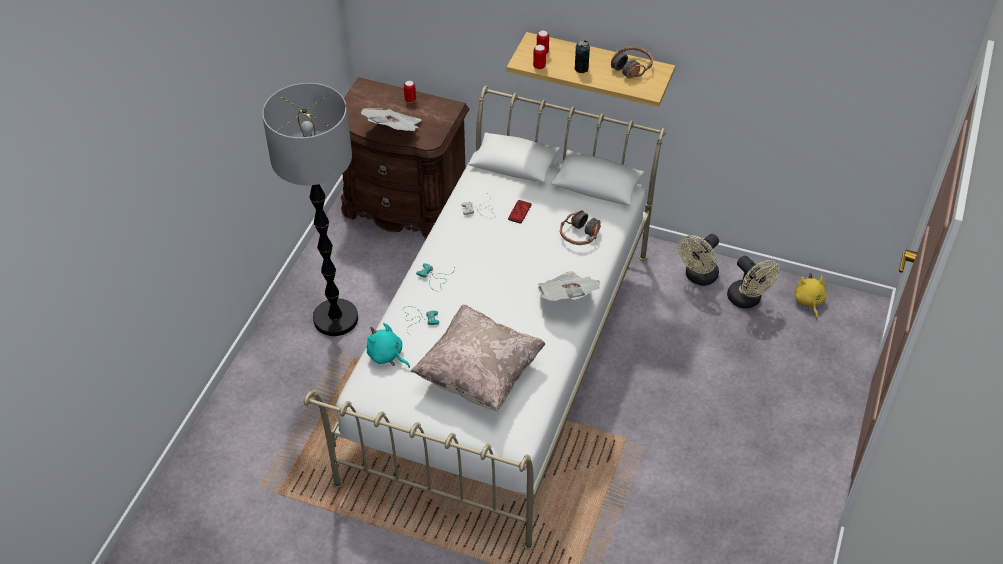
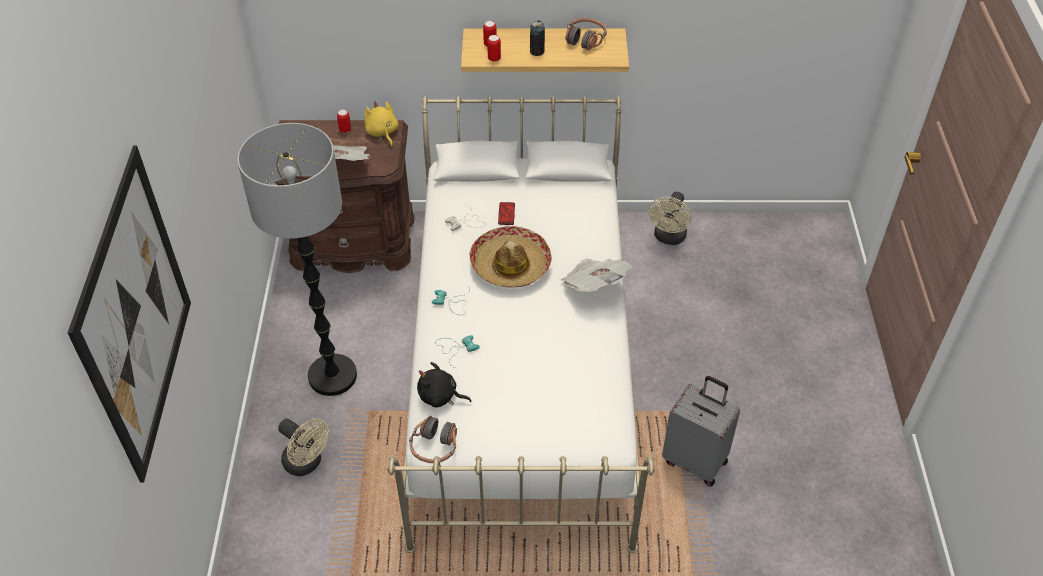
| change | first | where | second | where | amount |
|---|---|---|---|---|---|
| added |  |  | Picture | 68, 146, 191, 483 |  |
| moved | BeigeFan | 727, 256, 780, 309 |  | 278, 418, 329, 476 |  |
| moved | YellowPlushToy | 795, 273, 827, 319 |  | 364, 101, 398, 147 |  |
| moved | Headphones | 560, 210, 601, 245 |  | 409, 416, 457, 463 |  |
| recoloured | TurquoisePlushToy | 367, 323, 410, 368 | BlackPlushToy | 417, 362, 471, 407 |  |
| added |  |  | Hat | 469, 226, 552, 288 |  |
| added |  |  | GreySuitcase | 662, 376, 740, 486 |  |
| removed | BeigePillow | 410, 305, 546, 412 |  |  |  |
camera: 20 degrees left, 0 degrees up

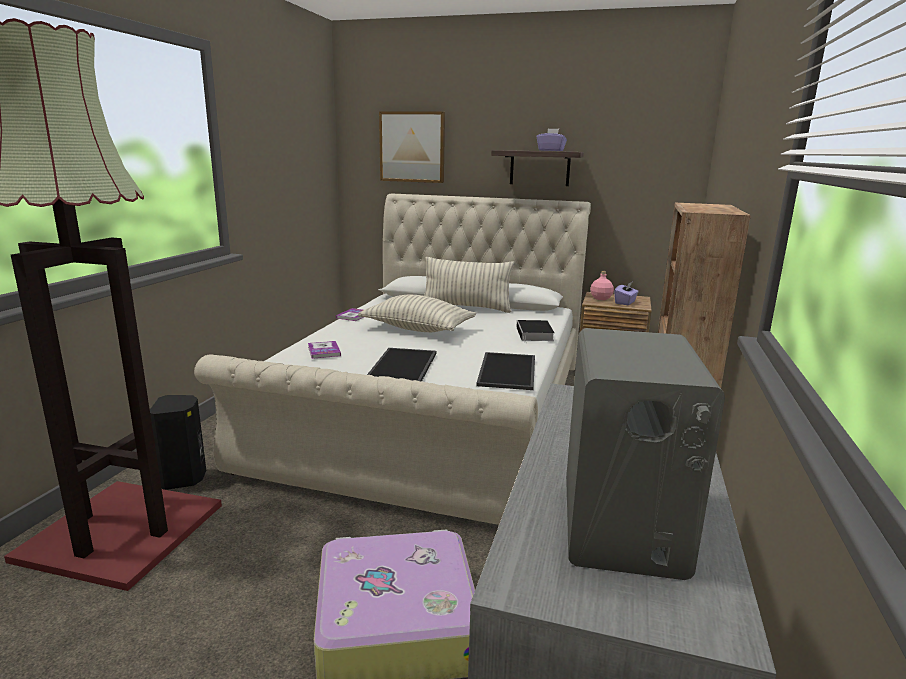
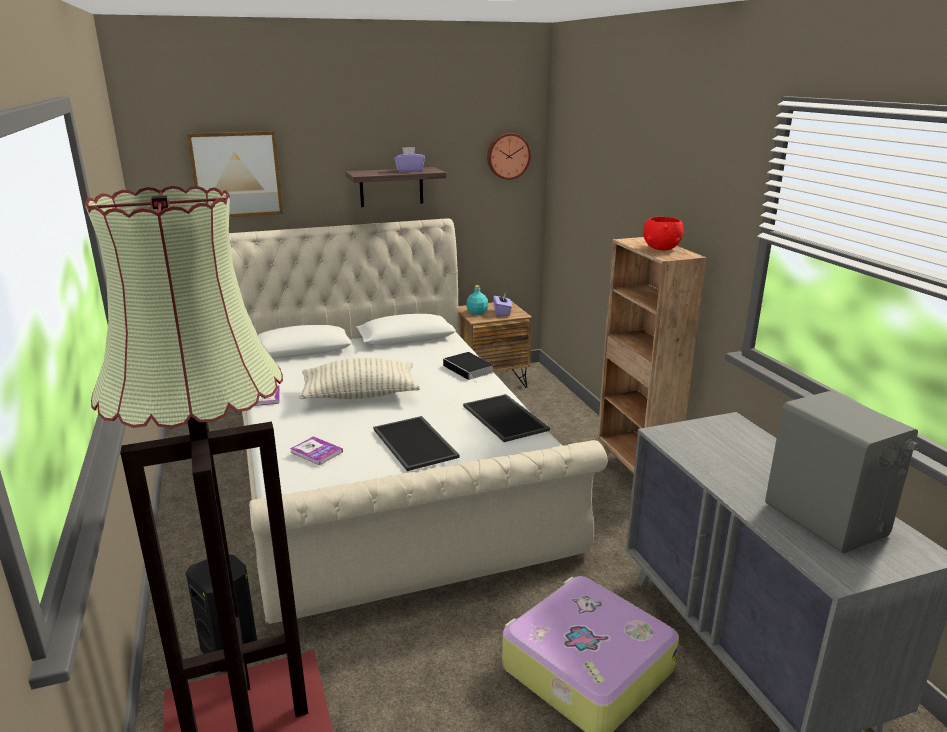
| change | first | where | second | where | amount |
|---|---|---|---|---|---|
| recoloured | PinkBottle | 590, 271, 614, 300 | TurquoiseBottle | 466, 285, 488, 315 |  |
| added |  |  | WallClock | 487, 133, 531, 180 |  |
| added |  |  | RedBowl | 643, 217, 684, 250 |  |
| removed | Pillow | 424, 257, 515, 313 |  |  |  |
camera: 35 degrees left, 5 degrees up

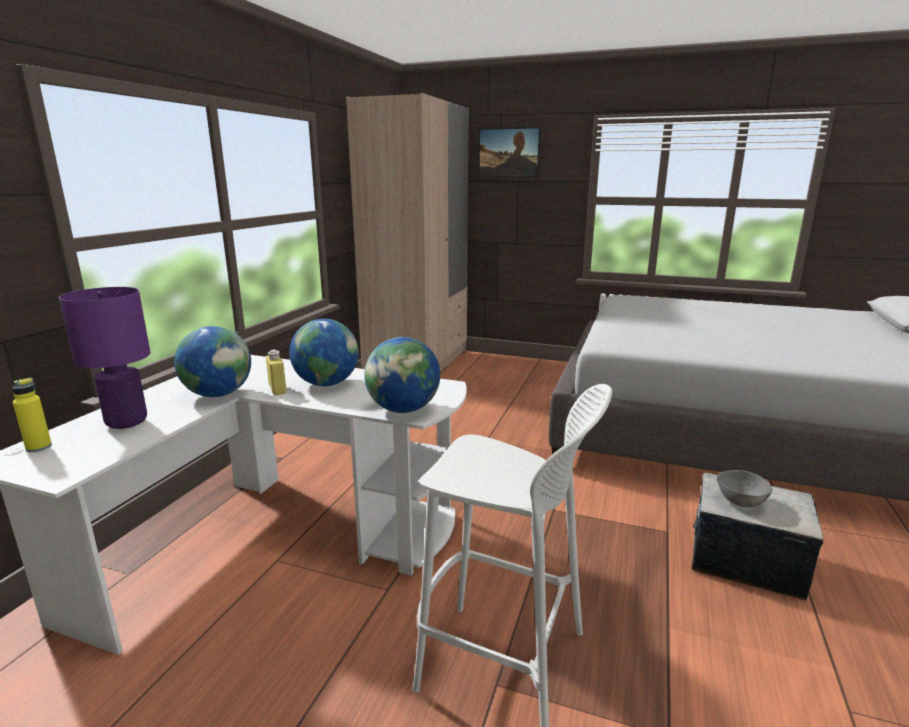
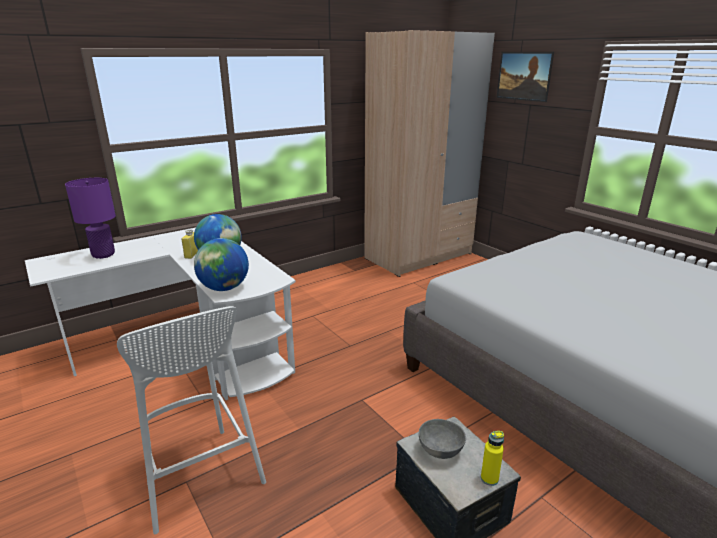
| change | first | where | second | where | amount |
|---|---|---|---|---|---|
| moved | YellowBottle | 13, 378, 52, 452 |  | 481, 431, 504, 486 |  |
| removed | Globe | 174, 326, 251, 397 |  |  |  |
camera: 35 degrees right, 5 degrees up

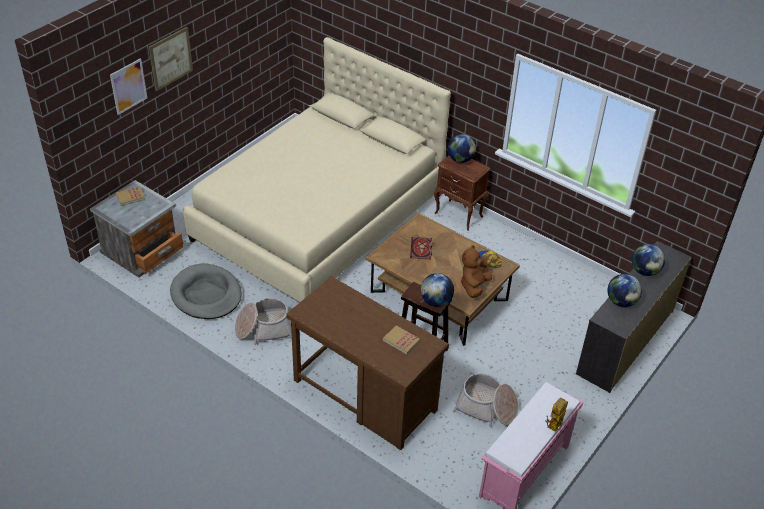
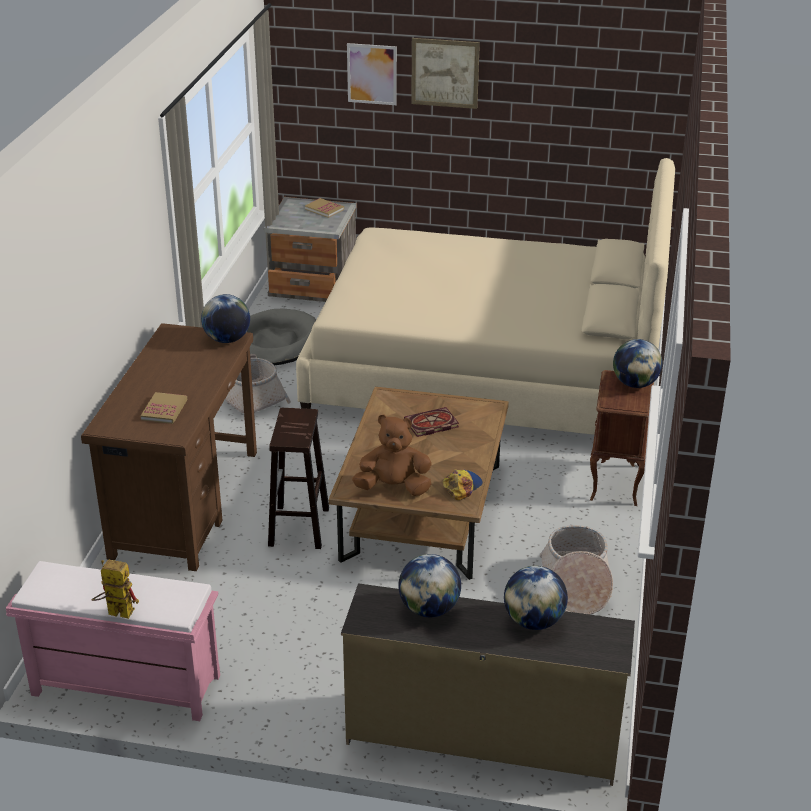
| change | first | where | second | where | amount |
|---|---|---|---|---|---|
| moved | Globe | 421, 273, 454, 307 |  | 201, 294, 250, 343 |  |
| moved | Basket | 453, 373, 519, 427 |  | 540, 525, 613, 615 |  |
camera: 65 degrees right, 10 degrees down

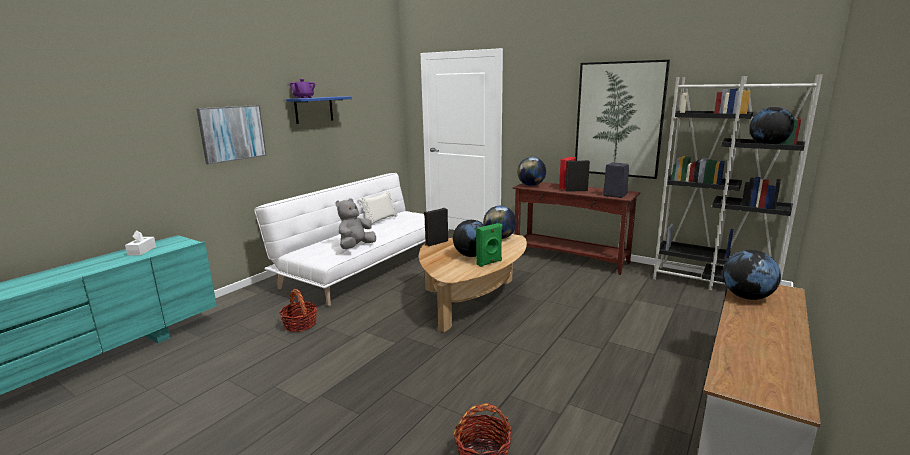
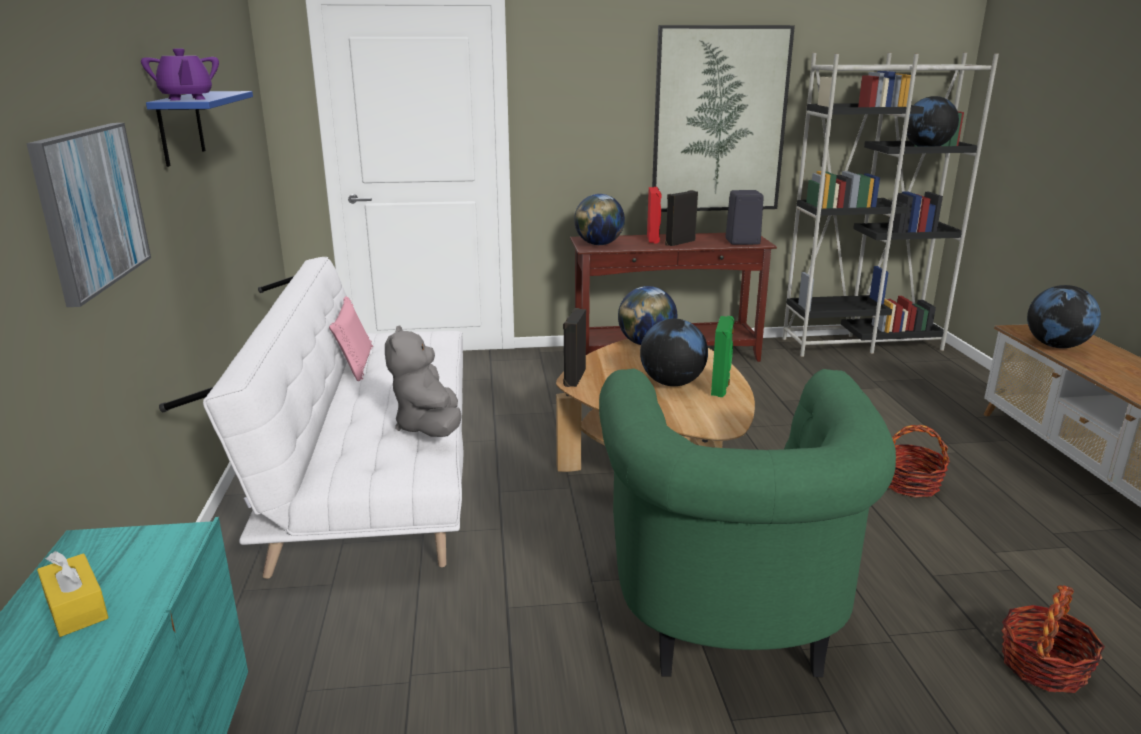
| change | first | where | second | where | amount |
|---|---|---|---|---|---|
| recoloured | WhiteTissueBox | 125, 230, 156, 256 | YellowTissueBox | 37, 551, 109, 637 |  |
| recoloured | WhitePillow | 359, 190, 397, 224 | PinkPillow | 329, 296, 373, 381 |  |
| added |  |  | GreenArmchair | 599, 369, 896, 677 |  |
| moved | Basket | 279, 289, 318, 332 |  | 889, 425, 950, 498 |  |
camera: 40 degrees left, 5 degrees up

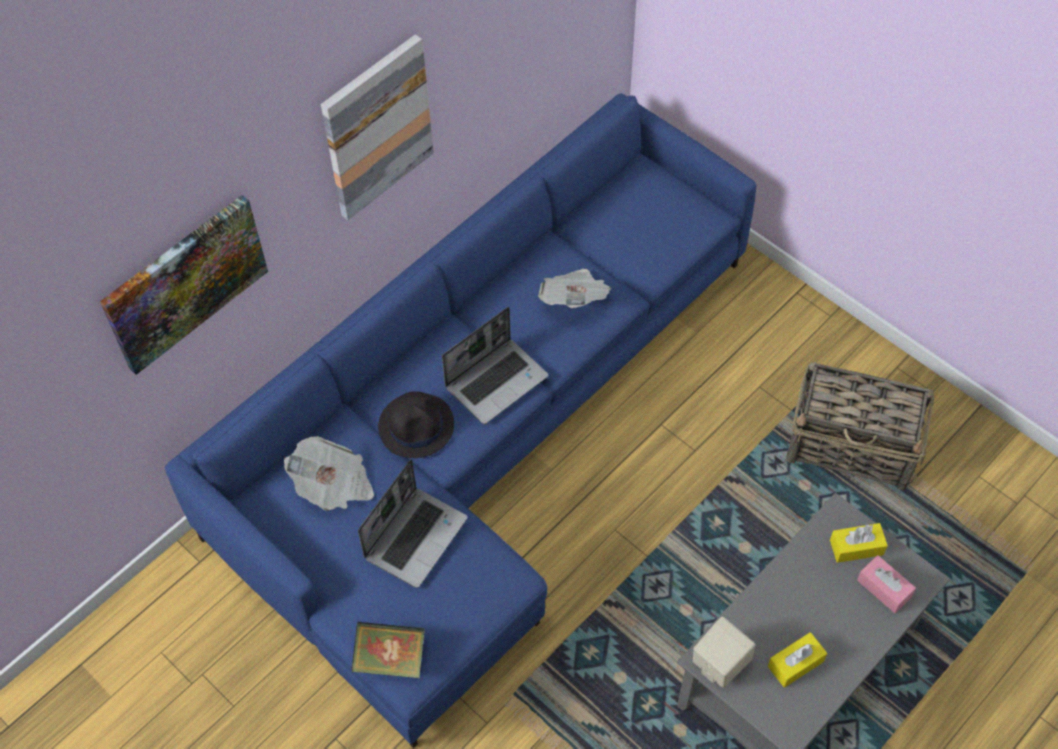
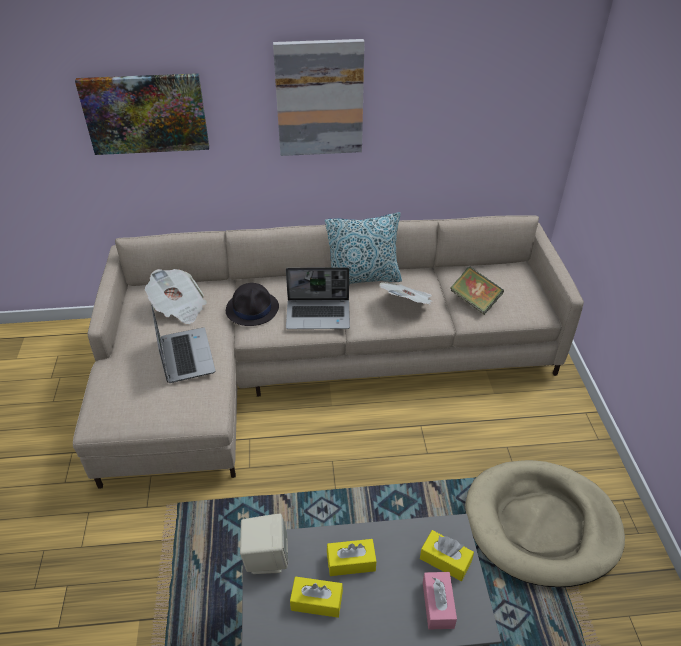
| change | first | where | second | where | amount |
|---|---|---|---|---|---|
| recoloured | BlueSofa | 165, 93, 756, 748 | BeigeSofa | 73, 216, 584, 489 |  |
| turned | Laptop | 358, 459, 467, 588 |  | 151, 305, 215, 383 | 90 degrees counterclockwise |
| added |  |  | Pillow | 325, 212, 402, 284 |  |
| added |  |  | YellowTissueBox | 327, 539, 376, 576 |  |
| moved | Book | 351, 622, 425, 678 |  | 451, 266, 504, 315 |  |
| replaced | Basket | 786, 362, 934, 490 | BeigeDogBed | 465, 460, 625, 587 |  |
camera: 40 degrees right, 15 degrees down

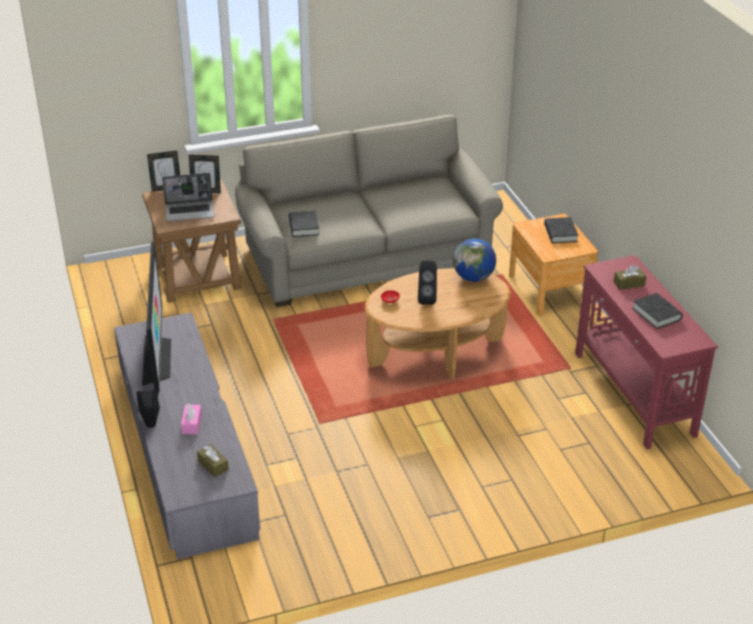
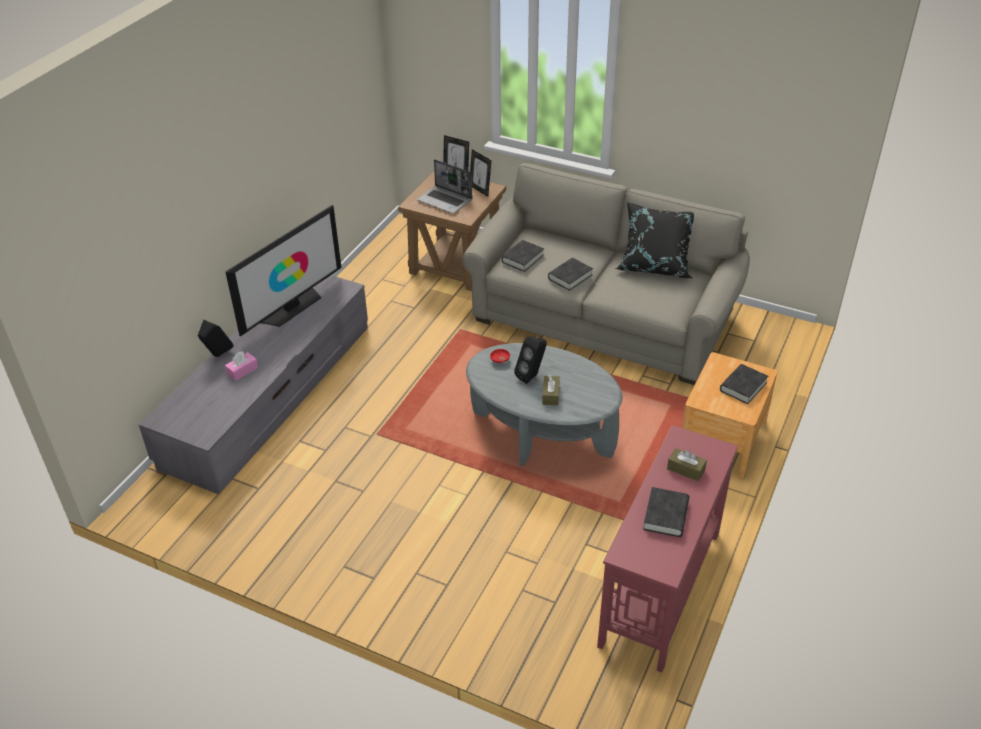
| change | first | where | second | where | amount |
|---|---|---|---|---|---|
| recoloured | BrownCoffeeTable | 365, 268, 511, 380 | GreyCoffeeTable | 466, 343, 622, 466 |  |
| moved | BrownTissueBox | 197, 444, 229, 477 |  | 542, 375, 560, 406 |  |
| added |  |  | BlackBook | 548, 258, 593, 291 |  |
| added |  |  | BlackPillow | 615, 202, 694, 278 |  |
| removed | Globe | 453, 239, 496, 282 |  |  |  |
camera: 45 degrees right, 5 degrees up

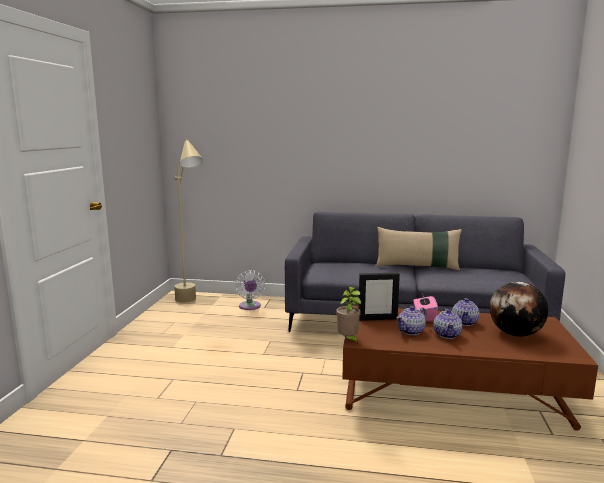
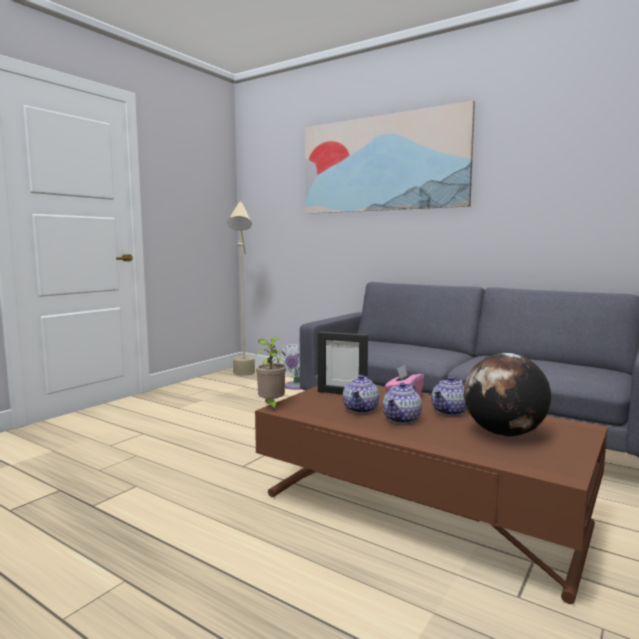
| change | first | where | second | where | amount |
|---|---|---|---|---|---|
| added |  |  | Picture | 305, 101, 475, 214 |  |
| turned | Teapot | 396, 306, 427, 335 |  | 343, 375, 379, 414 | 60 degrees counterclockwise |
| removed | BeigePillow | 376, 227, 462, 270 |  |  |  |
camera: 25 degrees right, 5 degrees down

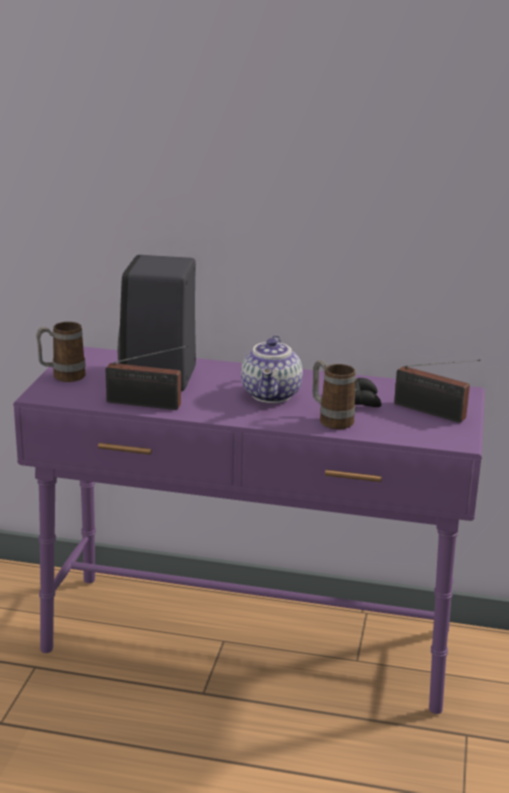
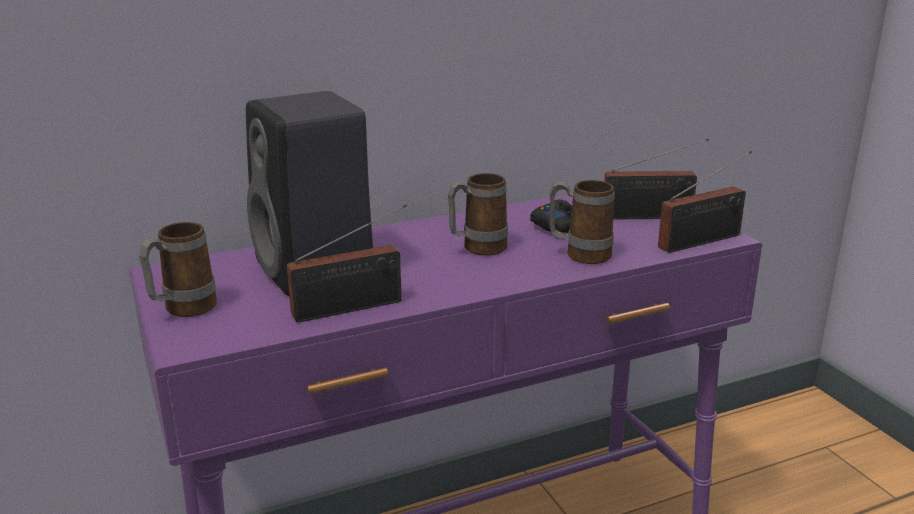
| change | first | where | second | where | amount |
|---|---|---|---|---|---|
| replaced | Teapot | 241, 335, 303, 403 | Mug | 448, 173, 508, 255 |  |
| added |  |  | Radio | 658, 151, 752, 253 |  |
camera: 35 degrees left, 0 degrees up

